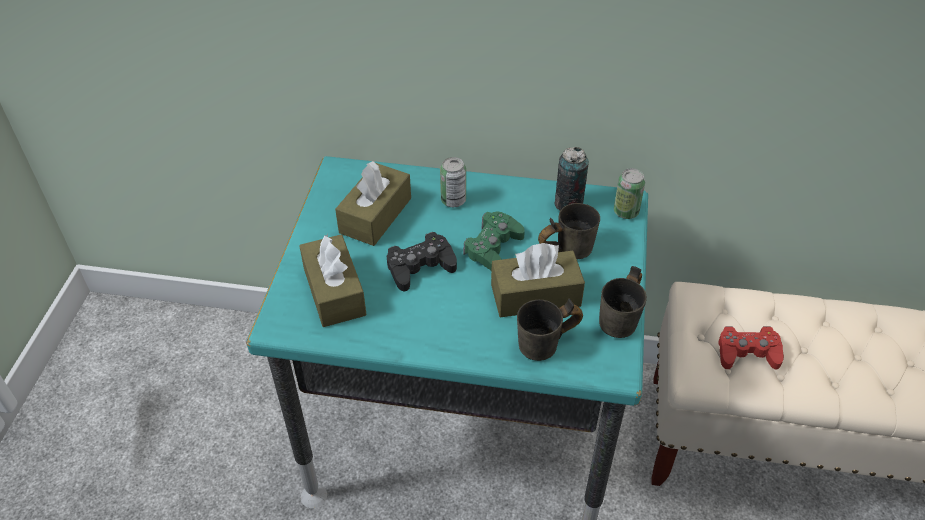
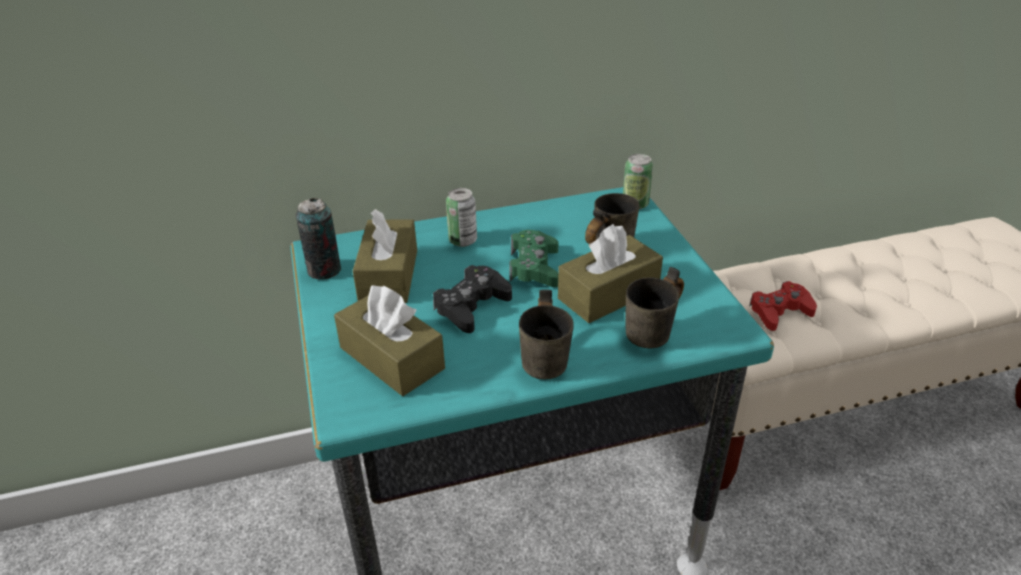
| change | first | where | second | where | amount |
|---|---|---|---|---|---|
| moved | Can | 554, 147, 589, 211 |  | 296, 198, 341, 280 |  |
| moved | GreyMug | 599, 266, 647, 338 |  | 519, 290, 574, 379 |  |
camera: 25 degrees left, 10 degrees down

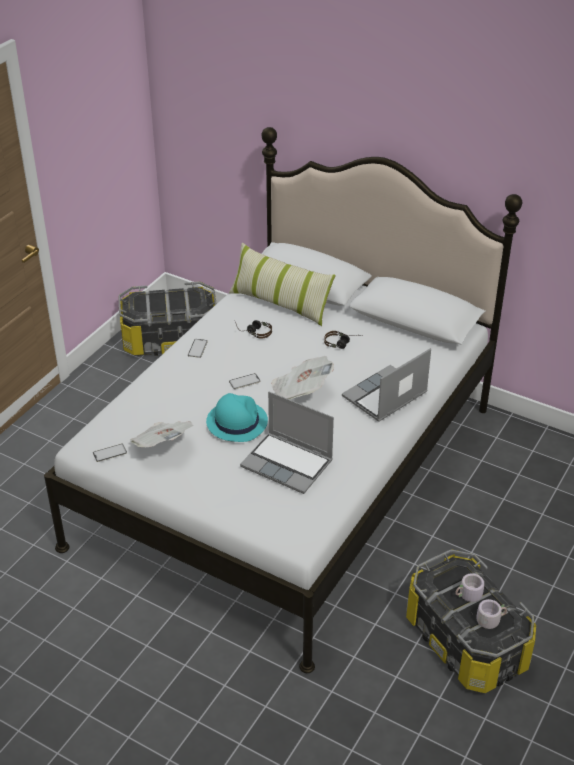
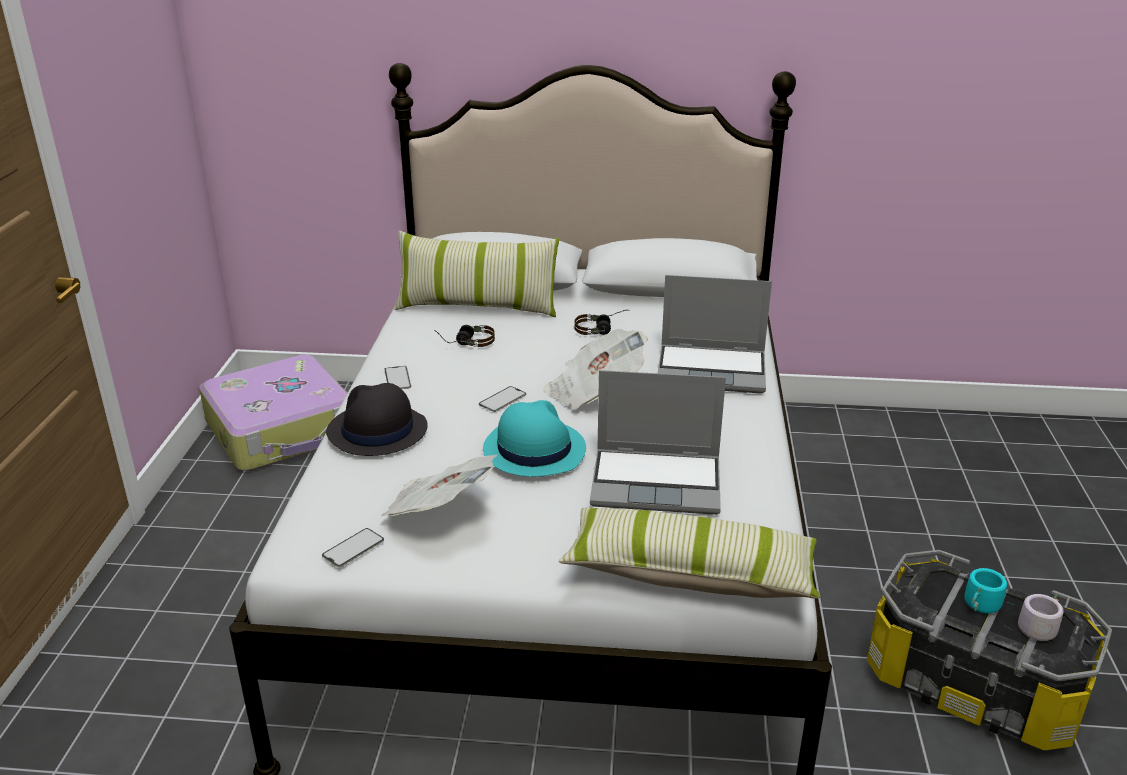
| change | first | where | second | where | amount |
|---|---|---|---|---|---|
| replaced | StorageBox | 119, 282, 217, 356 | Suitcase | 199, 355, 347, 471 |  |
| added |  |  | BlackHat | 326, 383, 428, 456 |  |
| added |  |  | Pillow | 559, 507, 820, 599 |  |
| turned | Laptop | 342, 348, 431, 422 |  | 658, 275, 772, 394 | 105 degrees counterclockwise |
| recoloured | GreyMug | 455, 573, 487, 602 | TurquoiseMug | 964, 568, 1010, 613 |  |
camera: 25 degrees left, 10 degrees down

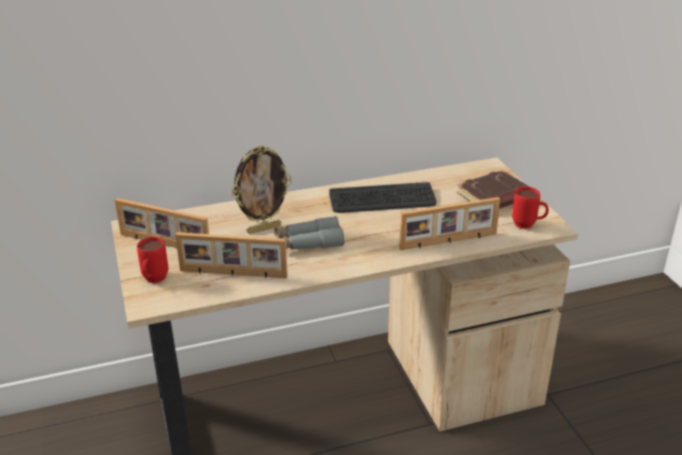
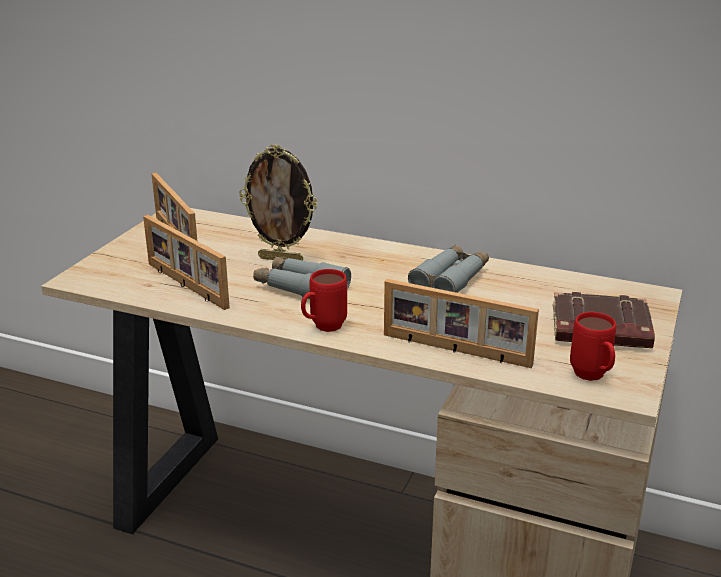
| change | first | where | second | where | amount |
|---|---|---|---|---|---|
| moved | RedMug | 137, 237, 169, 283 |  | 301, 269, 347, 332 |  |
| replaced | Keyboard | 329, 182, 436, 213 | GreyBinoculars | 408, 245, 489, 293 |  |
camera: 40 degrees right, 5 degrees down

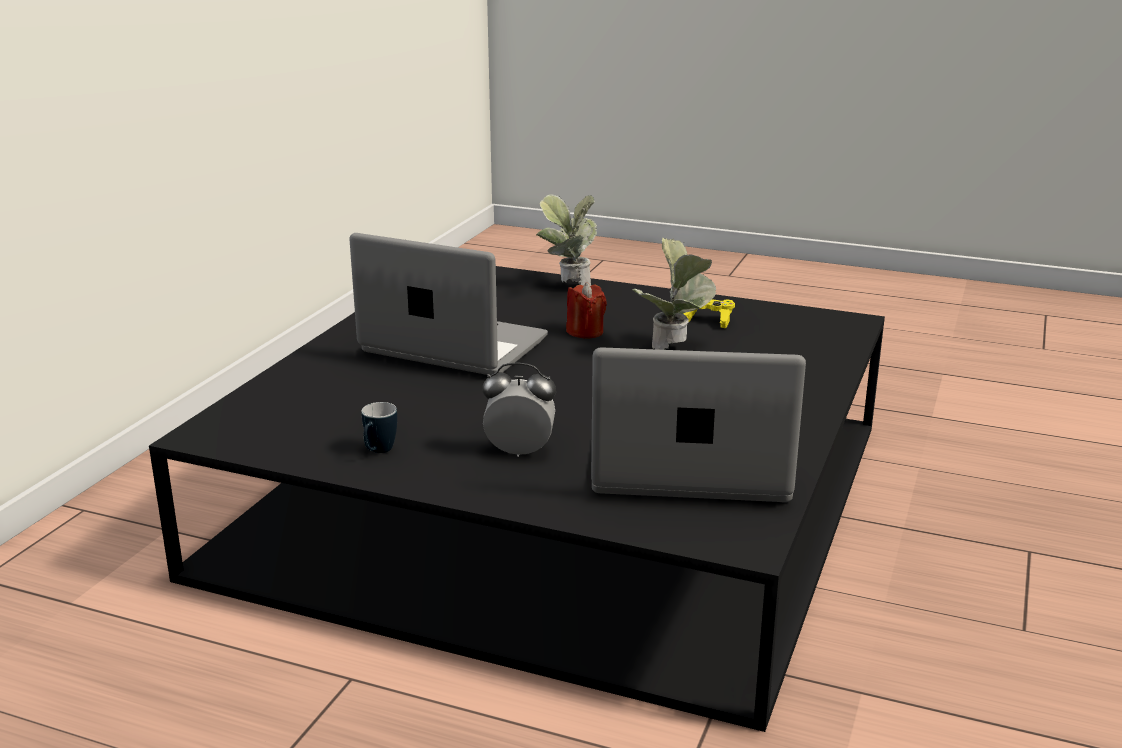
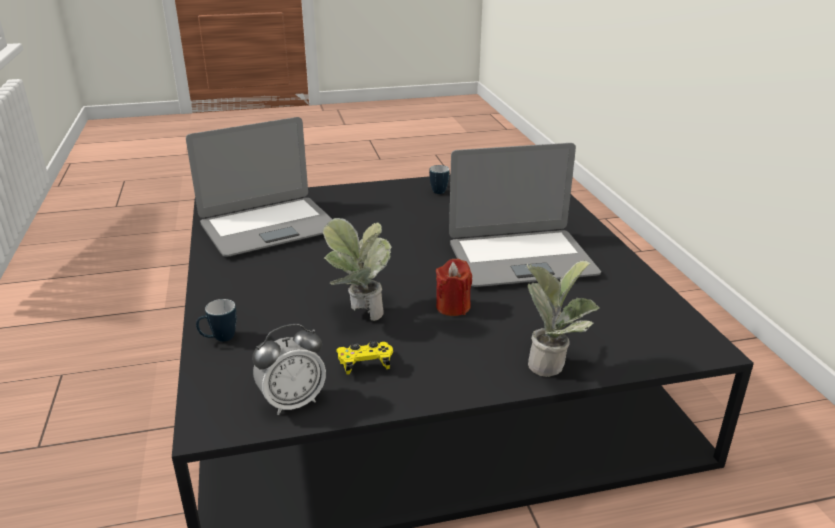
| change | first | where | second | where | amount |
|---|---|---|---|---|---|
| added |  |  | Mug | 196, 299, 236, 342 |  |
| moved | AlarmClock | 482, 363, 556, 457 |  | 252, 324, 326, 415 |  |
camera: 145 degrees right, 5 degrees up

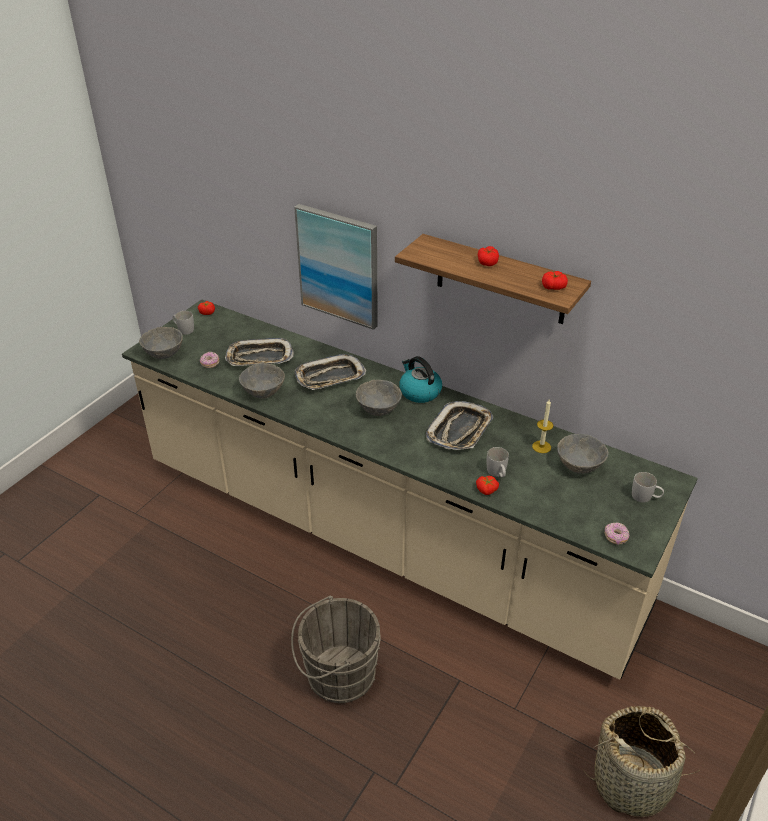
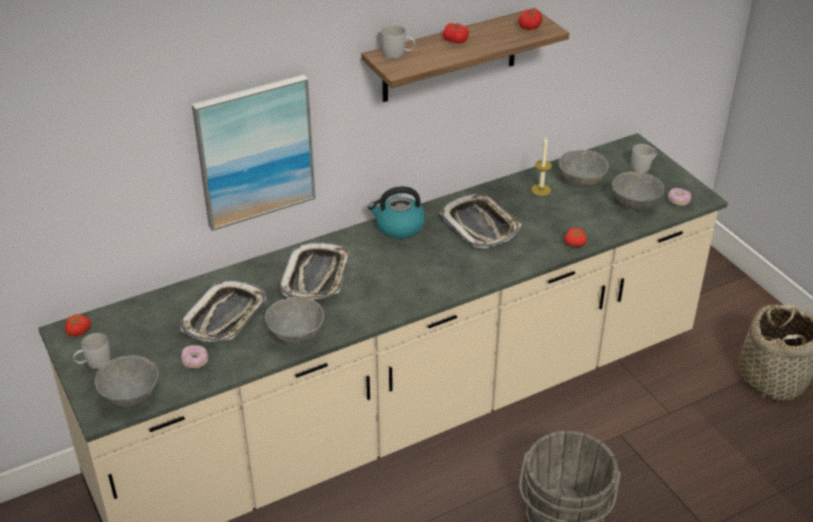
| change | first | where | second | where | amount |
|---|---|---|---|---|---|
| moved | WhiteMug | 487, 447, 509, 477 |  | 381, 25, 415, 59 |  |
| moved | GreyBowl | 356, 380, 402, 416 |  | 612, 171, 664, 210 |  |
camera: 60 degrees left, 0 degrees up

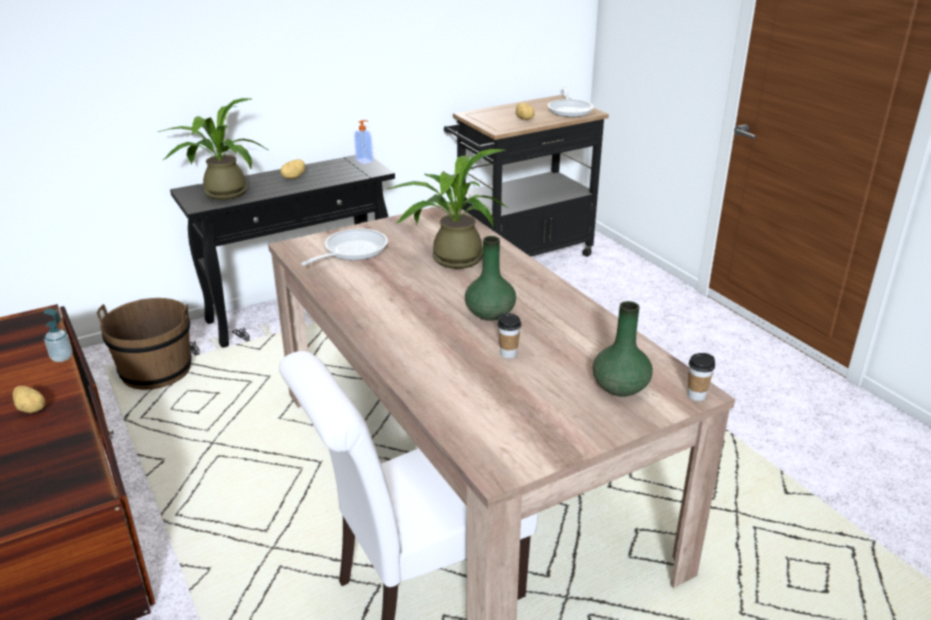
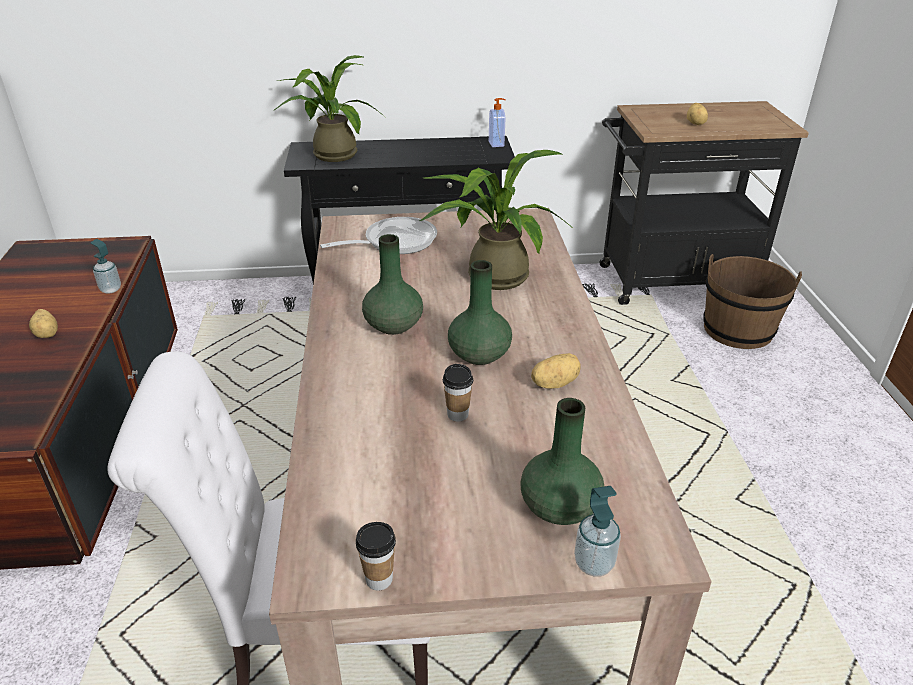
| change | first | where | second | where | amount |
|---|---|---|---|---|---|
| moved | Cup | 688, 353, 715, 401 |  | 356, 522, 396, 591 |  |
| added |  |  | GreenVase | 362, 234, 423, 335 |  |
| moved | Potato | 280, 159, 306, 179 |  | 531, 353, 581, 389 |  |
| added |  |  | SoapDispenser | 574, 486, 621, 577 |  |
| moved | BrownBucket | 96, 298, 191, 390 |  | 703, 254, 802, 349 |  |
| removed | FryingPan | 548, 86, 594, 117 |  |  |  |
camera: 25 degrees right, 5 degrees up

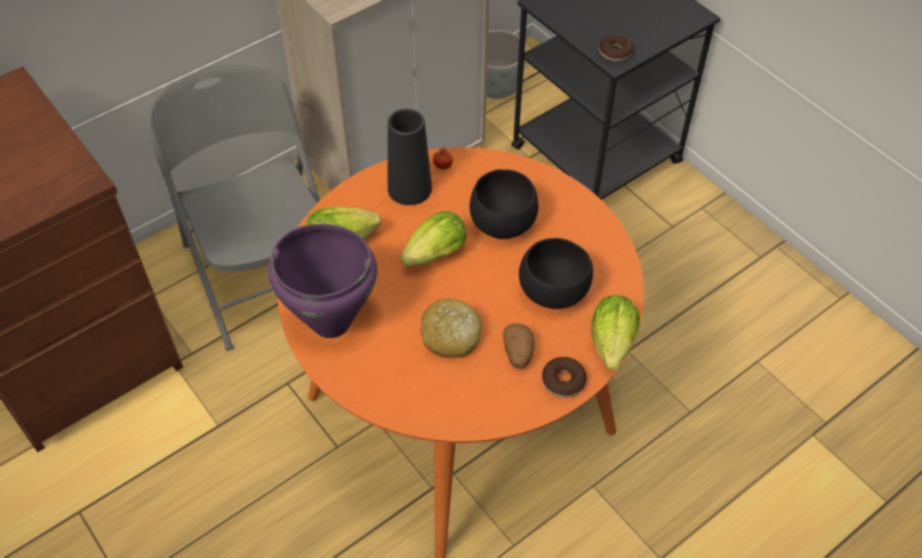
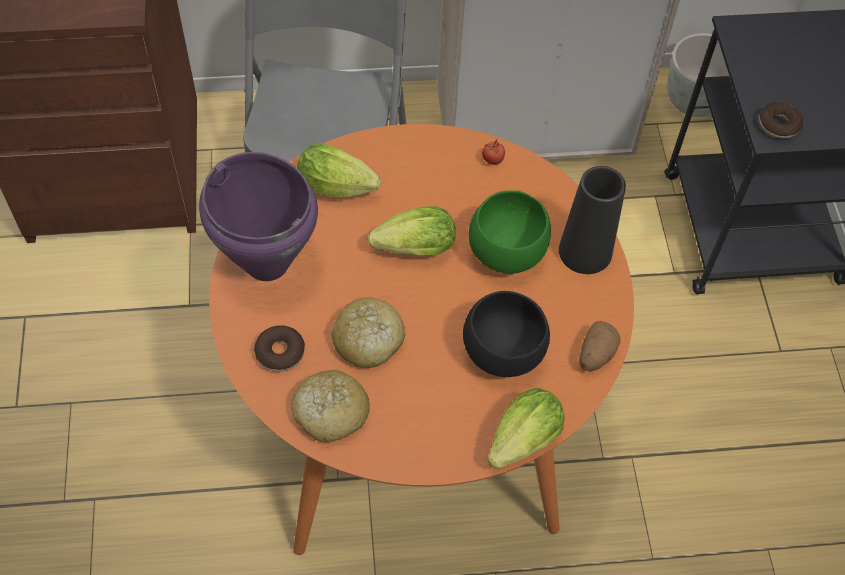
| change | first | where | second | where | amount |
|---|---|---|---|---|---|
| moved | Donut | 542, 357, 587, 398 |  | 254, 325, 305, 372 |  |
| added |  |  | Bread | 292, 370, 369, 442 |  |
| recoloured | BlackBowl | 470, 169, 539, 239 | GreenBowl | 469, 190, 551, 274 |  |
| moved | BlackVase | 388, 109, 432, 205 |  | 559, 166, 626, 274 |  |
| moved | Potato | 503, 323, 535, 369 |  | 579, 321, 620, 372 |  |
camera: 30 degrees right, 5 degrees up

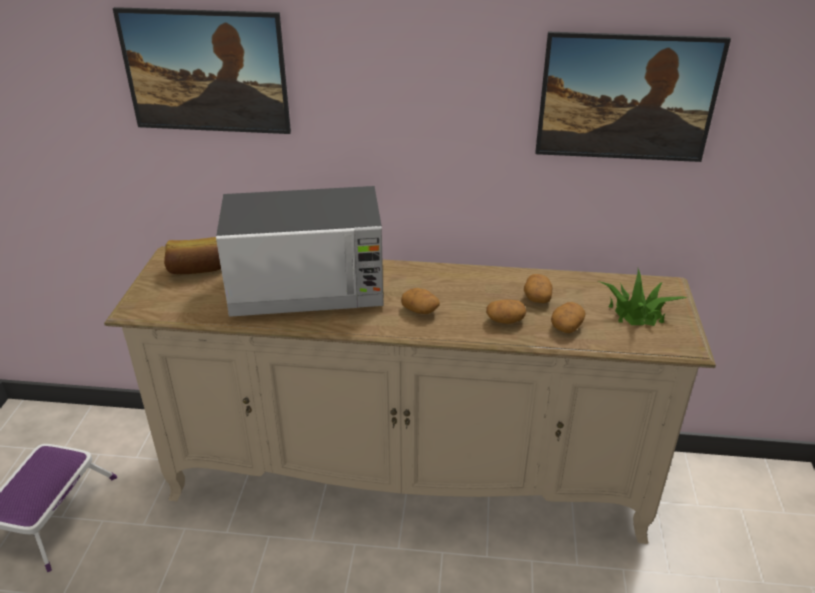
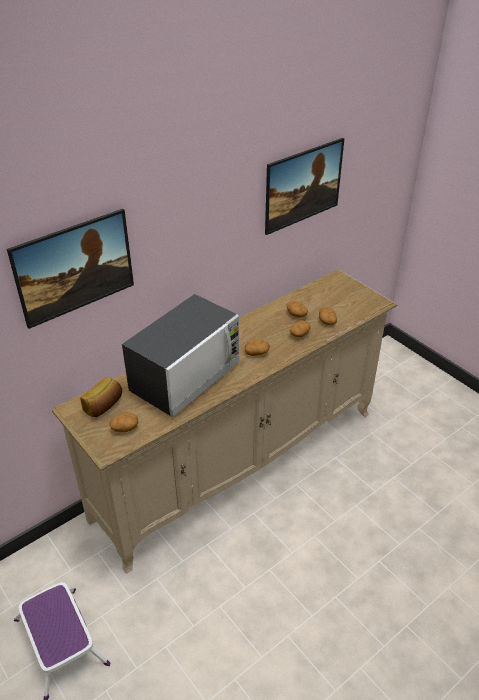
| change | first | where | second | where | amount |
|---|---|---|---|---|---|
| added |  |  | Potato | 110, 414, 138, 432 |  |
| removed | PottedPlant | 598, 269, 688, 326 |  |  |  |
camera: 45 degrees left, 5 degrees up

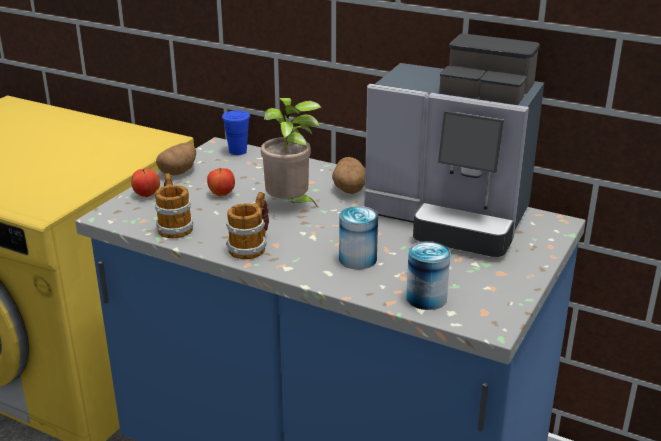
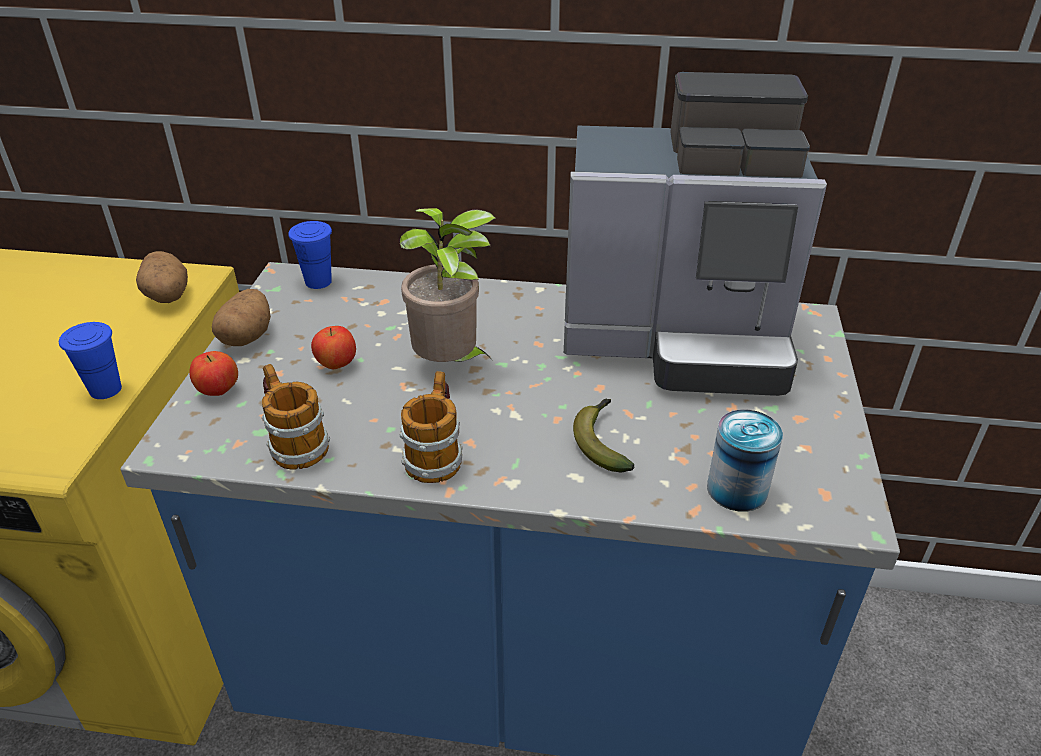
| change | first | where | second | where | amount |
|---|---|---|---|---|---|
| added |  |  | BlueCup | 59, 322, 122, 399 |  |
| moved | Potato | 332, 157, 365, 194 |  | 136, 251, 188, 303 |  |
| replaced | Can | 339, 206, 378, 269 | Banana | 573, 399, 634, 472 |  |
camera: 20 degrees left, 10 degrees up

